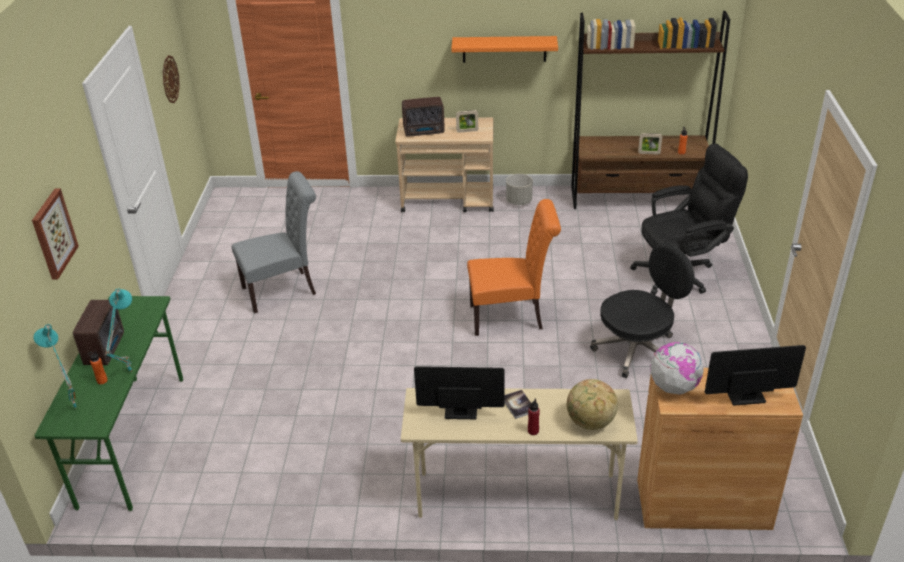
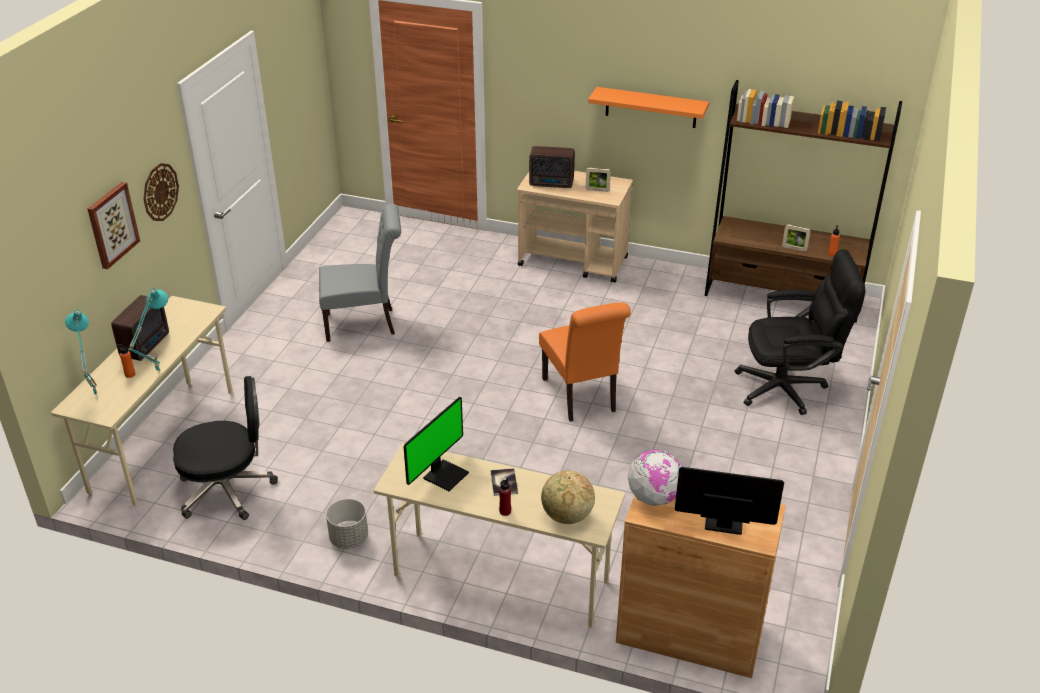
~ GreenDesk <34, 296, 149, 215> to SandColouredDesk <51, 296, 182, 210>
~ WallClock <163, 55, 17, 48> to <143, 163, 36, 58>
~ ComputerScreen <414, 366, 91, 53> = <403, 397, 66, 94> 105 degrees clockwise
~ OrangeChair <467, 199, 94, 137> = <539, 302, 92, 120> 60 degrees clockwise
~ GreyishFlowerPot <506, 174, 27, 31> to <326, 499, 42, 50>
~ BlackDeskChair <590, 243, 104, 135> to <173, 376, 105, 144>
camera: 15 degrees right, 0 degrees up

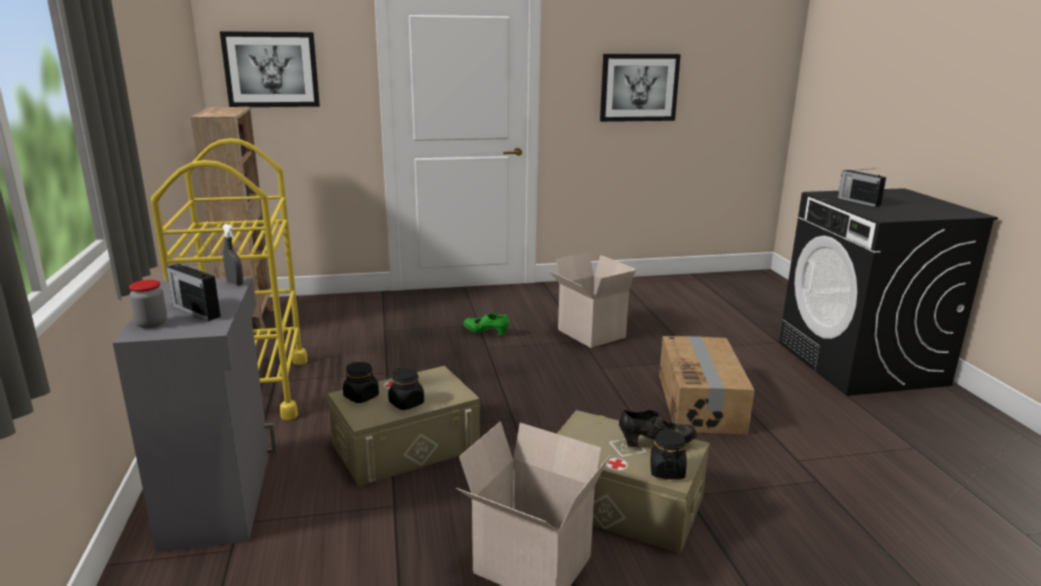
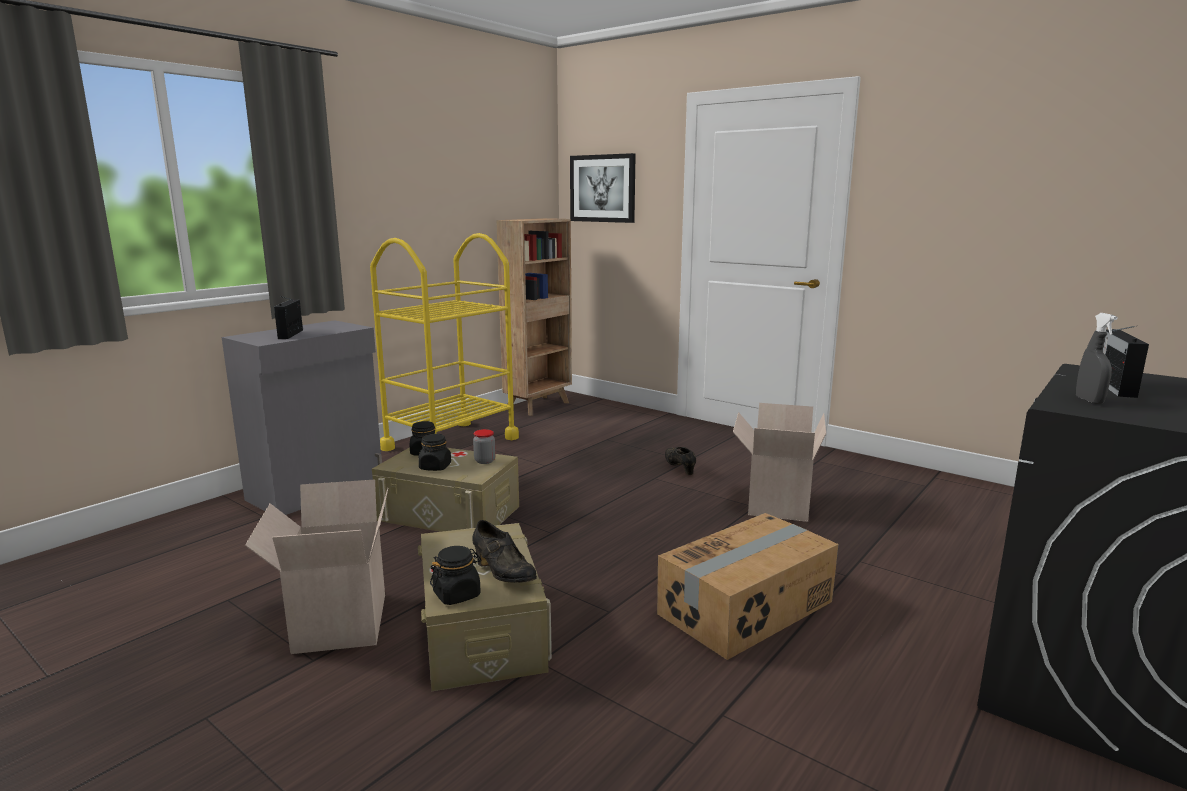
~ Jar <129, 280, 38, 48> to <473, 429, 22, 35>
~ GreyishSprayBottle <222, 224, 21, 62> to <1076, 313, 42, 91>
~ GreenItemOfFootwear <463, 313, 47, 23> to BlackItemOfFootwear <665, 447, 31, 28>
- WallArt <600, 54, 81, 68>
camera: 50 degrees right, 5 degrees down

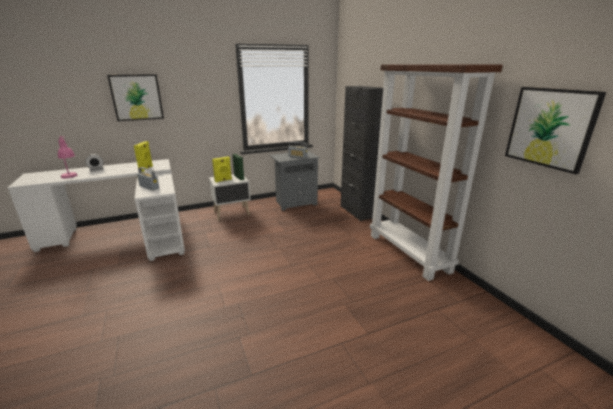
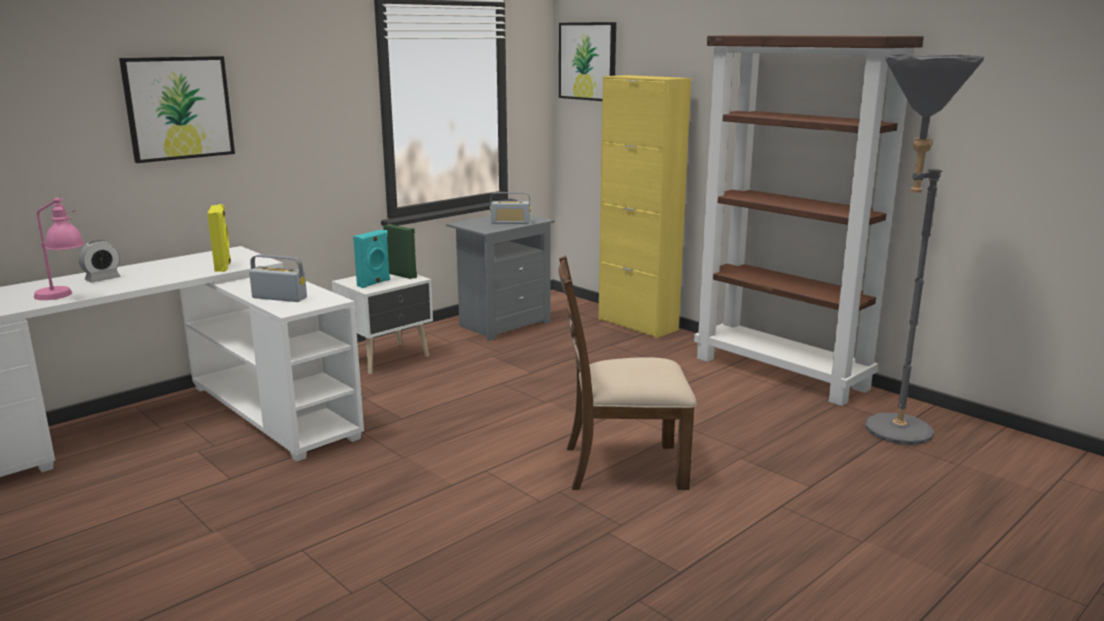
~ YellowishSpeaker <212, 157, 20, 26> to BlueGreenSpeaker <353, 230, 37, 58>
~ BlackStorageCabinet <341, 86, 42, 135> to YellowishStorageCabinet <598, 75, 93, 263>
~ WallArt <505, 87, 101, 87> to <559, 22, 57, 79>
+ BrownishChair <558, 256, 139, 234>
+ GreyishStandingLamp <865, 55, 119, 390>
camera: 20 degrees left, 5 degrees down

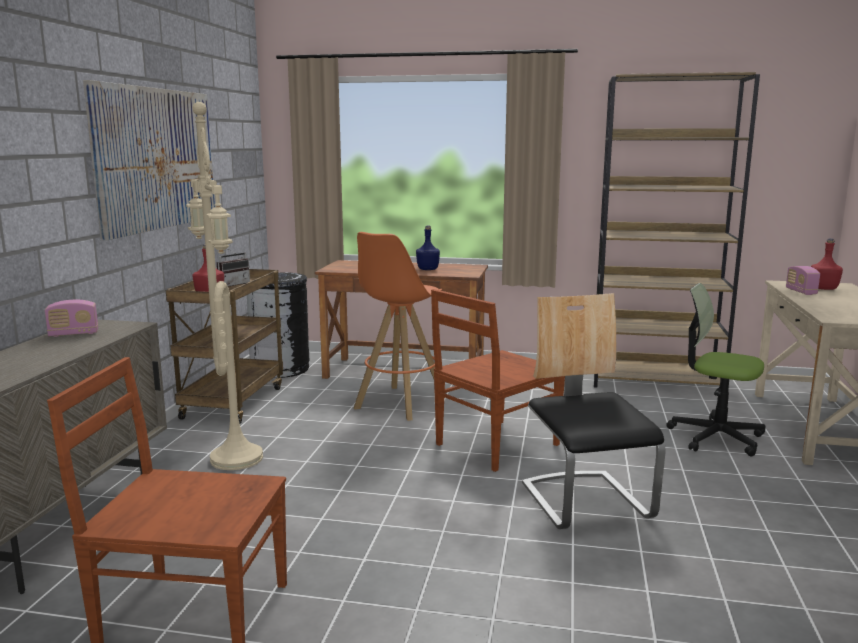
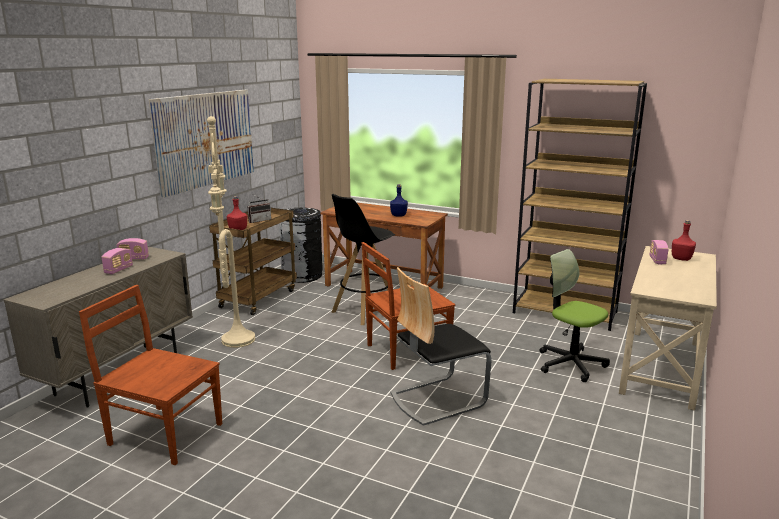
~ OrangeSittingStool <354, 232, 92, 189> to BlackSittingStool <331, 194, 64, 131>
~ Chair <522, 293, 143, 236> = <390, 267, 102, 159> 120 degrees counterclockwise
+ RadioReceiver <102, 248, 31, 26>
camera: 15 degrees right, 5 degrees up

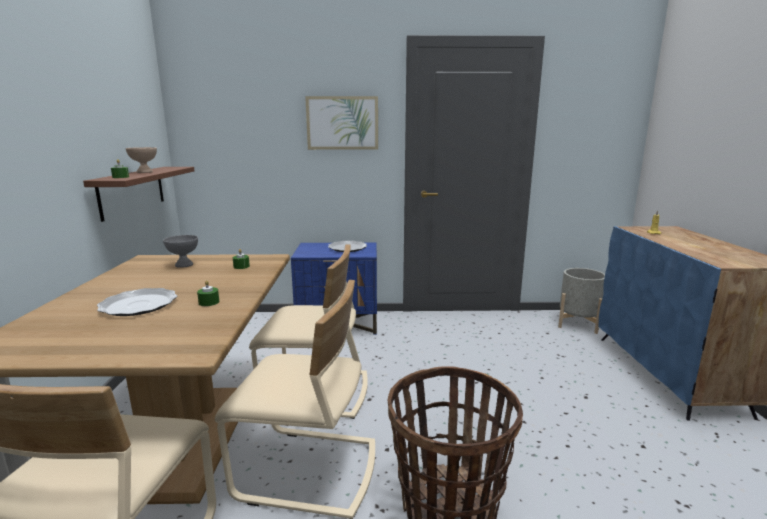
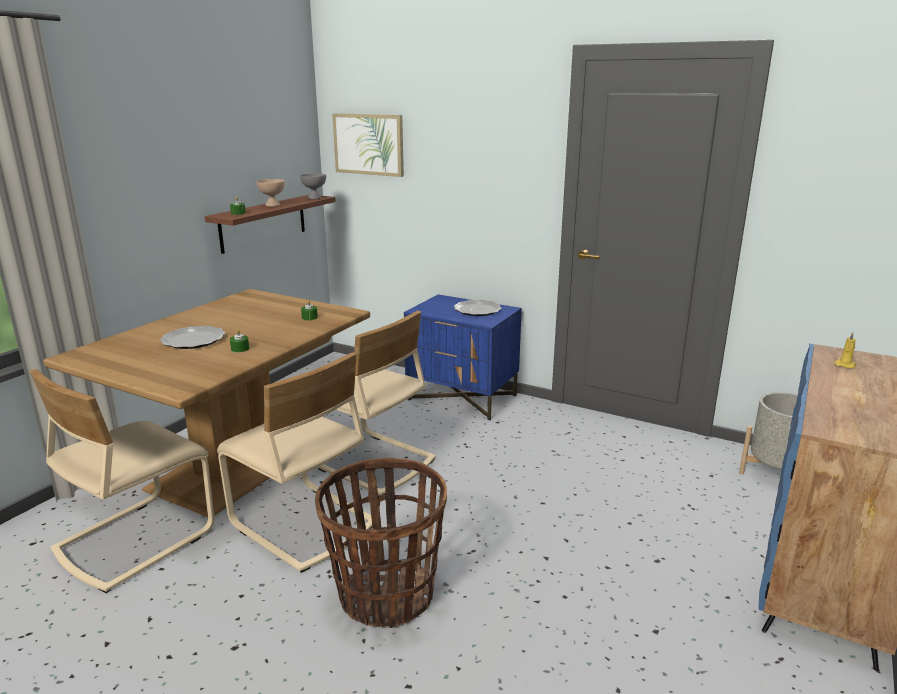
~ GreyishServingBowl <163, 235, 35, 33> to <300, 174, 26, 25>
~ WallArt <305, 96, 73, 54> to <332, 113, 72, 64>
camera: 30 degrees right, 5 degrees up

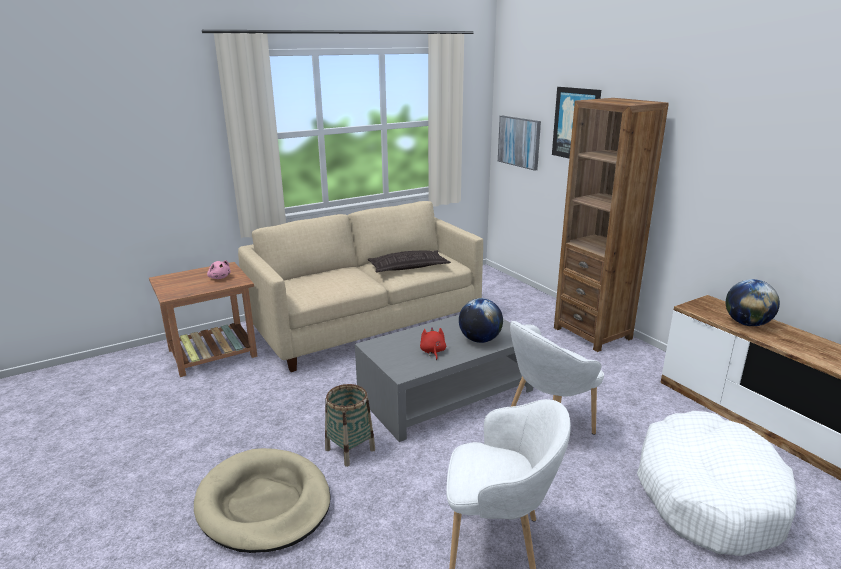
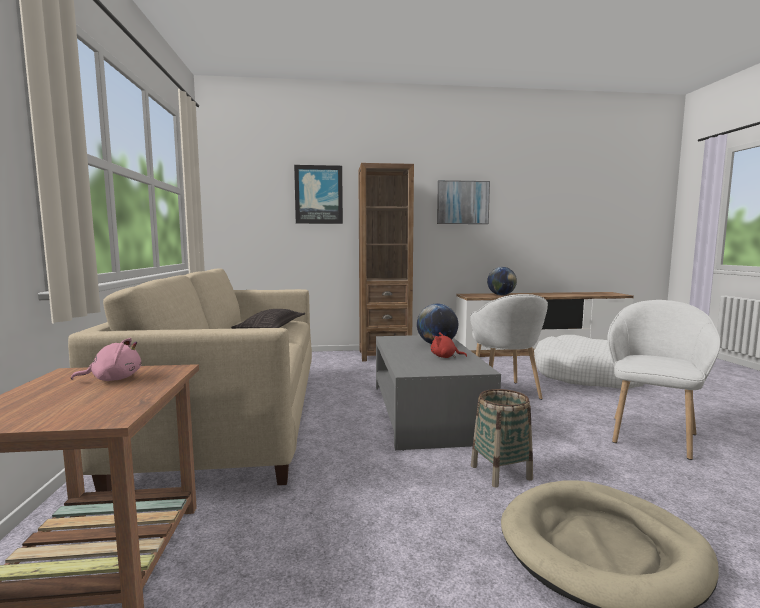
~ WallArt <498, 116, 43, 55> to <437, 180, 53, 44>
camera: 65 degrees left, 15 degrees down

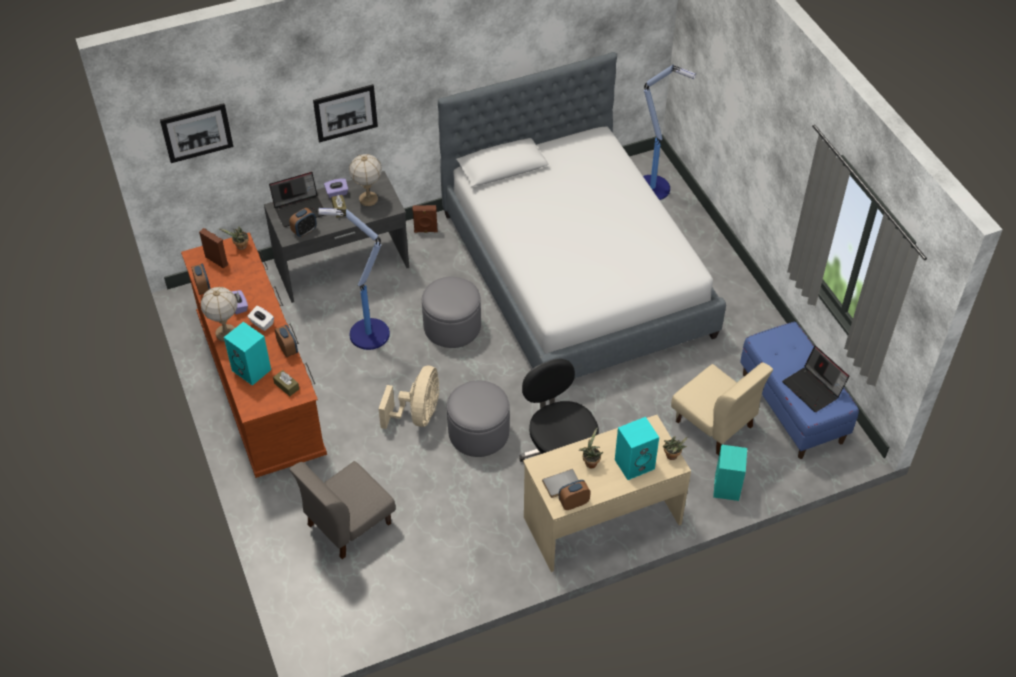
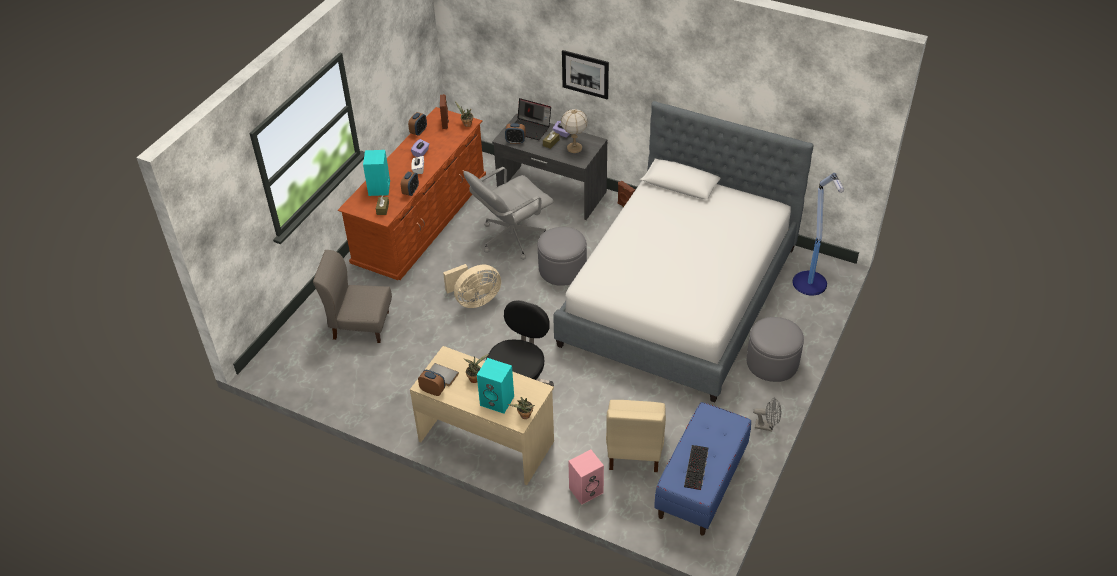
- WallArt <160, 103, 73, 60>
- TableLamp <201, 287, 37, 55>
~ StandingLamp <318, 208, 72, 142> to GreyishDeskChair <463, 167, 91, 93>
~ GreyishOttoman <447, 380, 63, 77> to <747, 317, 57, 65>
~ BlueGreenSpeaker <713, 445, 34, 56> to PinkColouredSpeaker <569, 449, 35, 56>
~ PortableComputer <782, 346, 67, 66> to Keyboard <684, 445, 24, 45>
+ GreyishElectricFan <753, 397, 28, 34>
camera: 50 degrees right, 5 degrees down

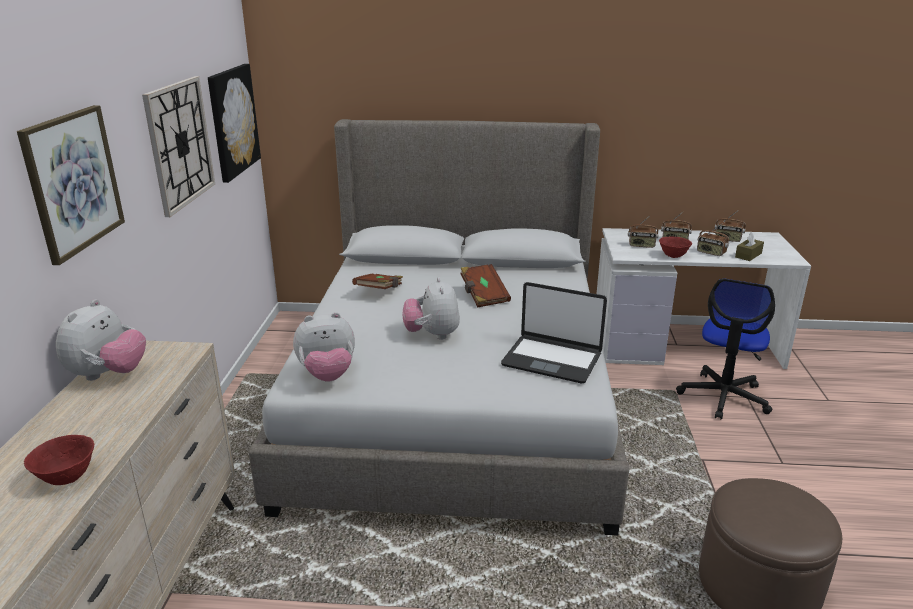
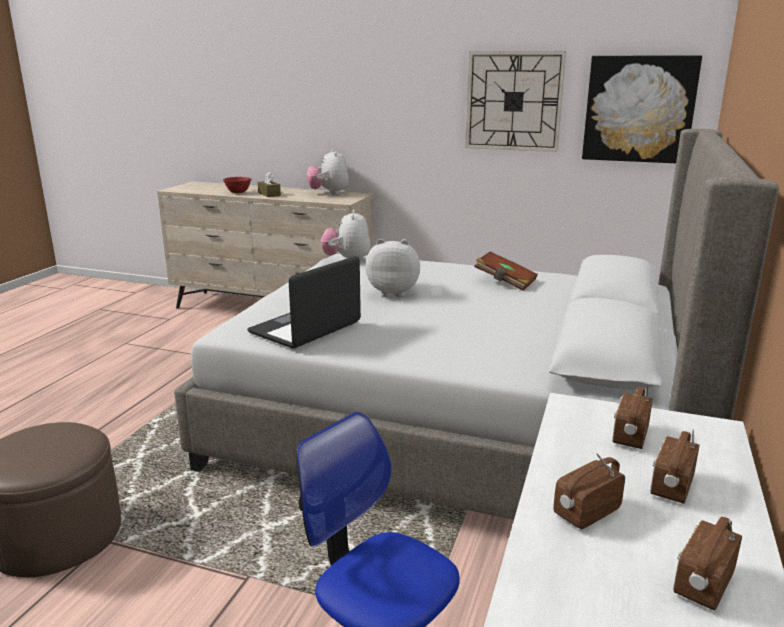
- WallArt <17, 105, 108, 160>
~ SoftToy <56, 300, 90, 81> = <307, 149, 42, 46> 45 degrees clockwise
- BrownishVolume <460, 264, 51, 43>
- ReddishServingBowl <659, 237, 33, 21>
~ BrownishBoxOfTissues <735, 232, 29, 29> to <258, 172, 23, 25>
camera: 105 degrees right, 5 degrees down

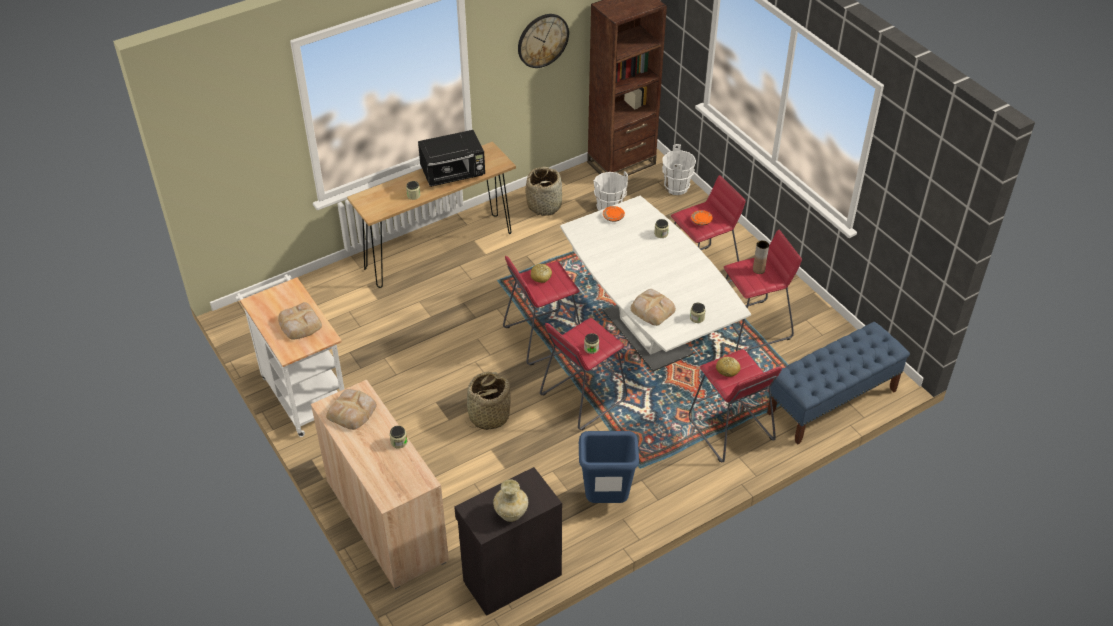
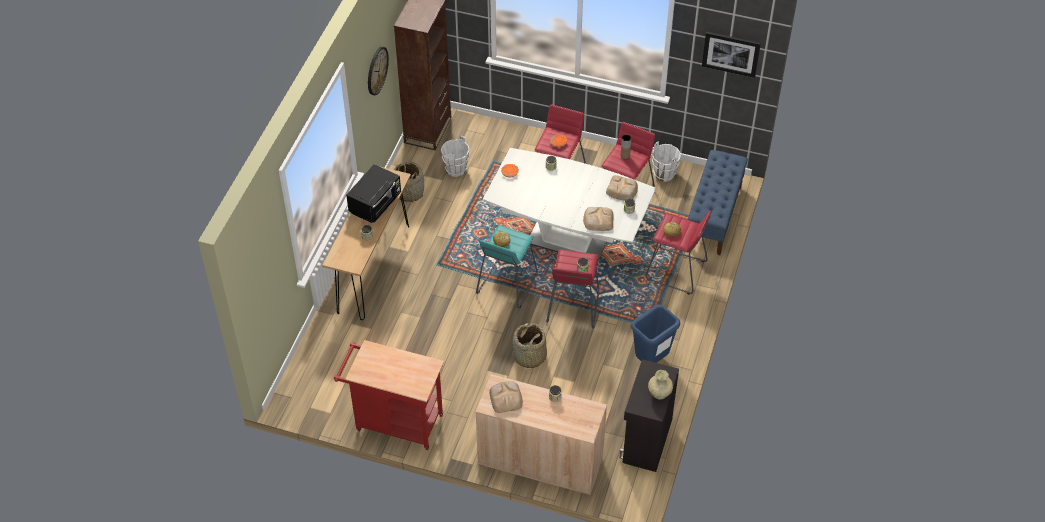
~ WhitishWheeledCart <236, 274, 108, 163> to ReddishWheeledCart <334, 340, 110, 110>
~ Bread <278, 302, 44, 37> to <606, 175, 32, 26>
~ ReddishSittingStool <503, 256, 77, 109> to BlueGreenSittingStool <476, 225, 62, 83>
~ WhitishPail <662, 144, 34, 51> to <652, 142, 29, 40>
+ WallArt <702, 31, 59, 47>
camera: 40 degrees left, 5 degrees up

